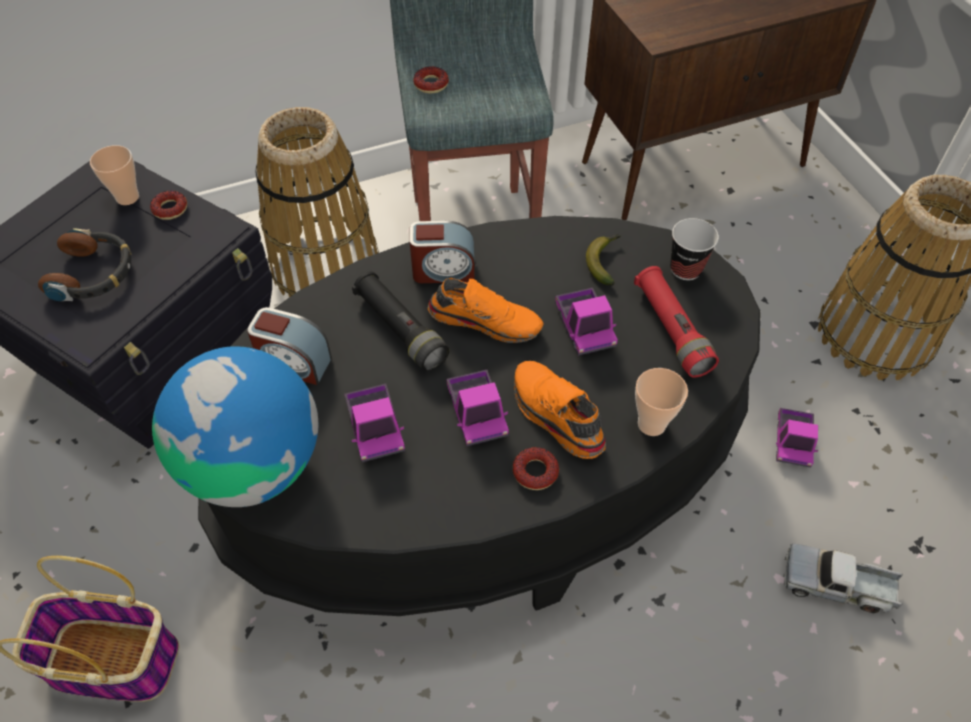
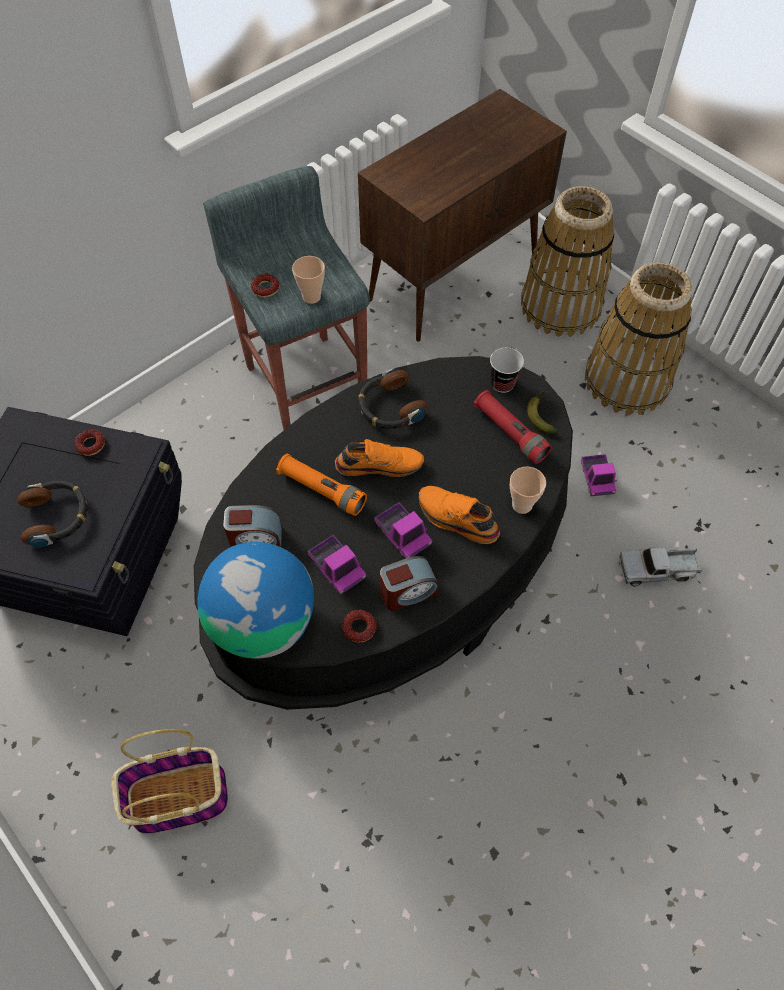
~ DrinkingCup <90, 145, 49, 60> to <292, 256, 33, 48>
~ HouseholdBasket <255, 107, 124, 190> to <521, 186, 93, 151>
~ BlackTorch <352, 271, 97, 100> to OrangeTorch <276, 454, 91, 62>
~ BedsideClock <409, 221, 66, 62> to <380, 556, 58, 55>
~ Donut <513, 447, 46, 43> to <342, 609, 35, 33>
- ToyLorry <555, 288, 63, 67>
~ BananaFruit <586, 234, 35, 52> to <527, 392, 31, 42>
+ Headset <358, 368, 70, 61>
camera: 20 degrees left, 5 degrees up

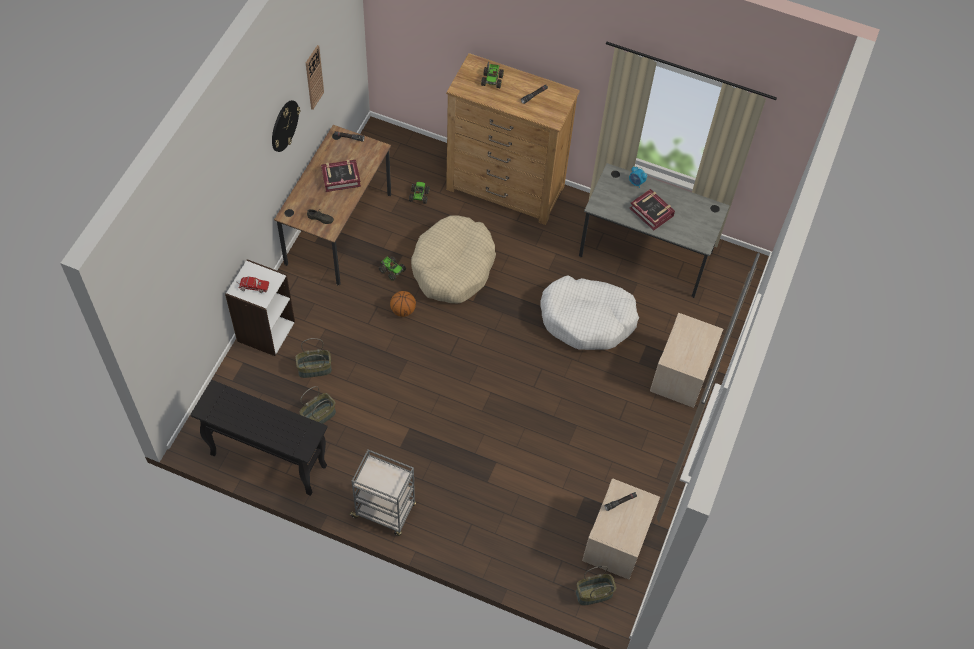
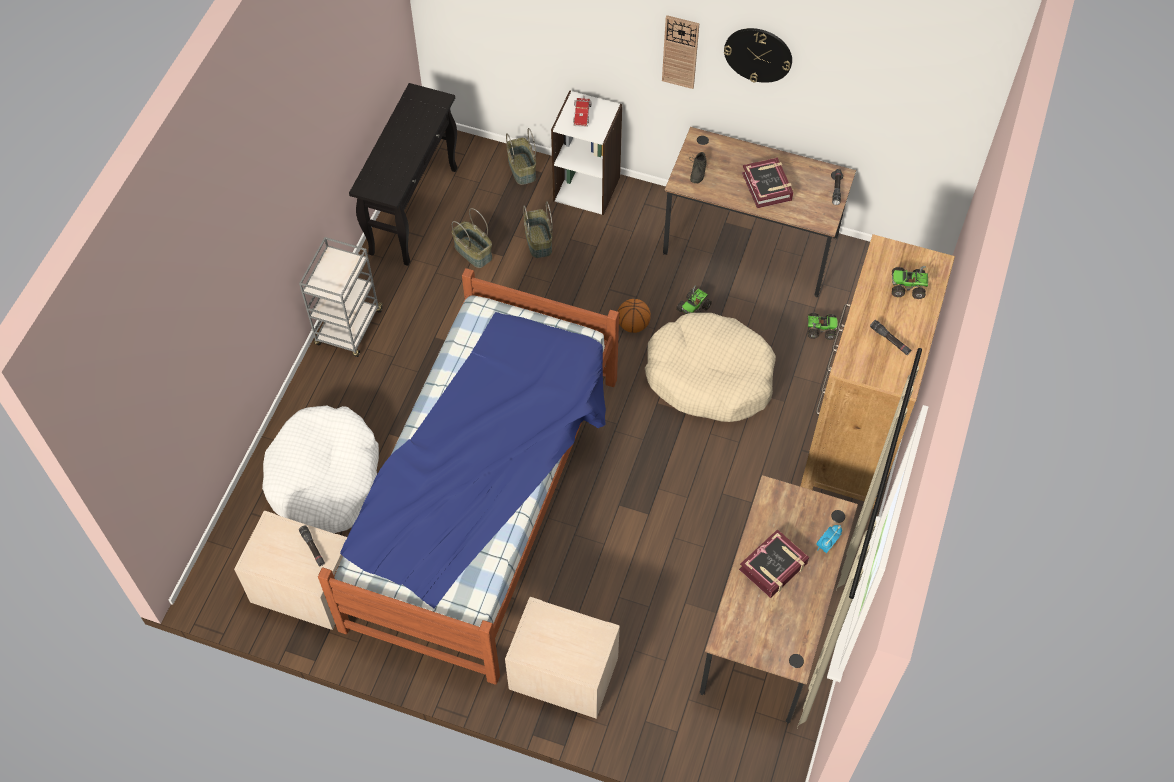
~ WallClock <306, 45, 18, 65> to <662, 15, 38, 74>
~ WhitishDogBed <540, 276, 99, 74> to <262, 406, 117, 127>
~ HouseholdBasket <576, 566, 40, 40> to <506, 128, 30, 57>
~ GreyishDesk <579, 163, 151, 135> to BrownishDesk <700, 475, 158, 249>
+ Bed <318, 268, 301, 417>
camera: 90 degrees right, 0 degrees up

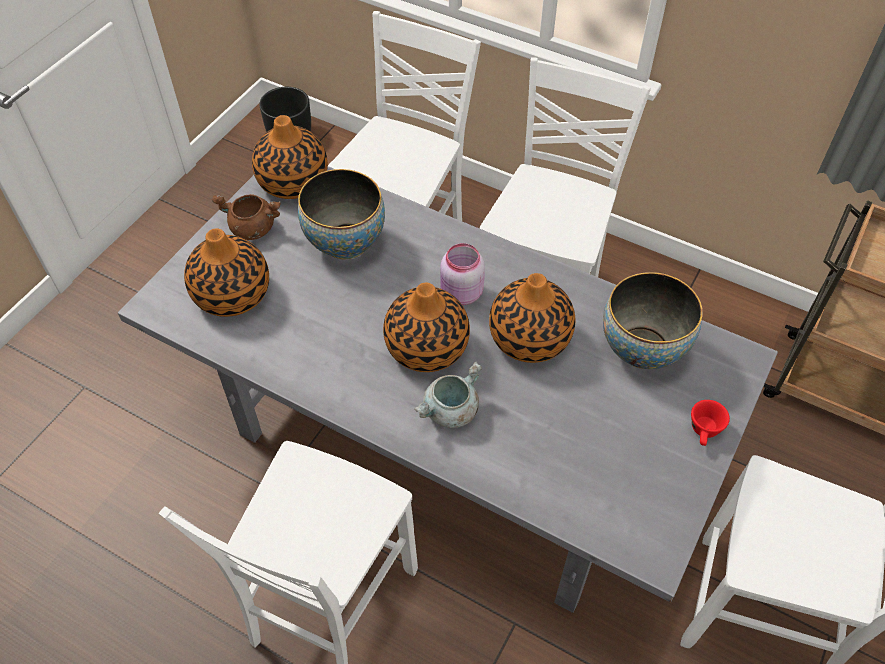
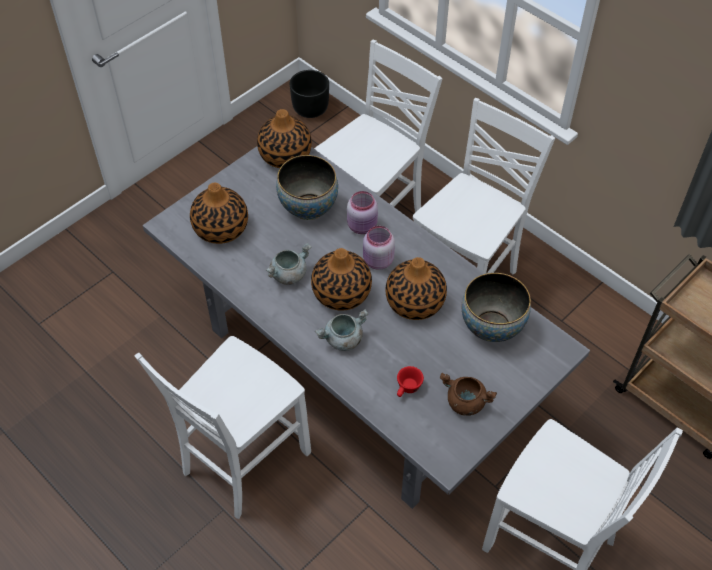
~ BrownishCookingPot <212, 194, 69, 46> to <440, 373, 57, 43>
~ ReddishDrinkingCup <691, 400, 39, 46> to <397, 366, 27, 31>
+ GreyishCookingPot <266, 243, 45, 42>
+ PinkColouredJar <347, 191, 31, 43>
camera: 15 degrees right, 0 degrees up

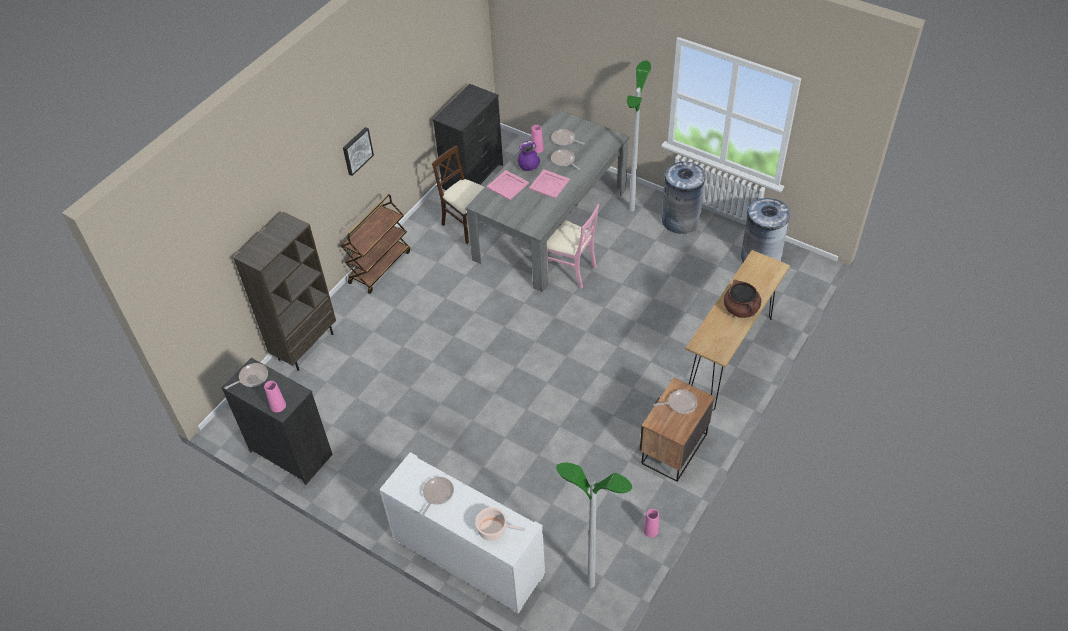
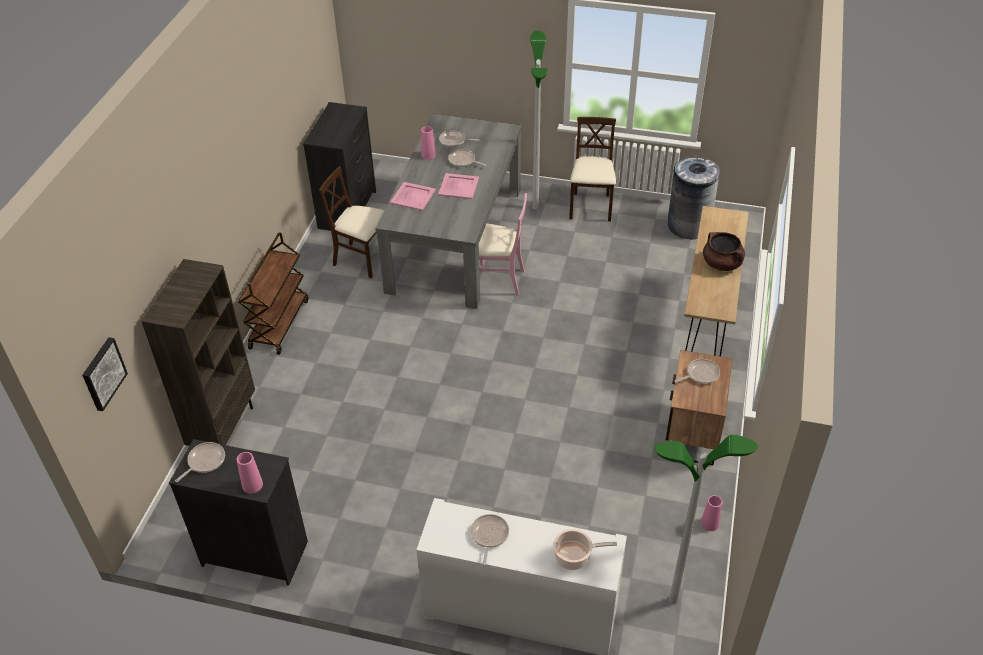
~ WallArt <343, 127, 31, 49> to <82, 337, 46, 74>
- PurpleDecorativeVase <518, 141, 22, 30>
~ GreyishTrashCan <661, 161, 44, 73> to SandColouredChair <569, 117, 47, 105>
camera: 20 degrees left, 5 degrees down

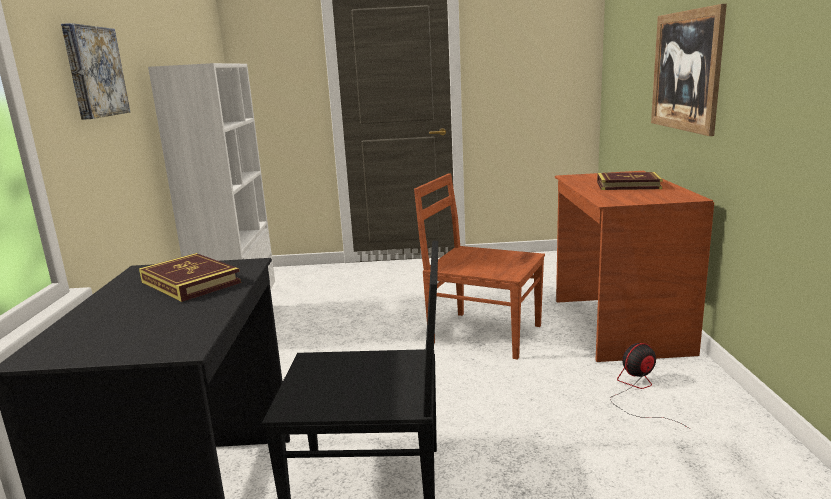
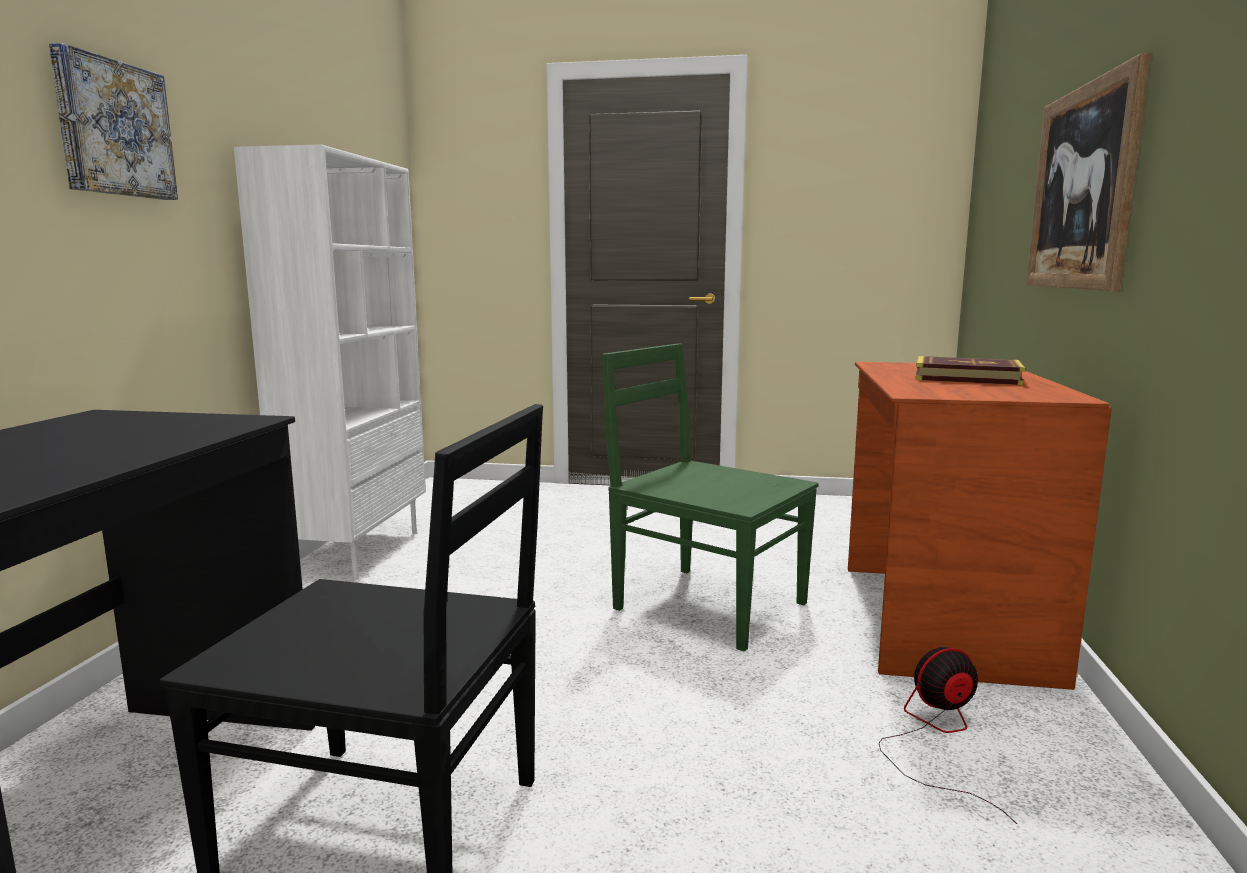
- Volume <139, 253, 102, 49>
~ BrownishChair <414, 173, 131, 187> to GreenChair <603, 343, 216, 308>
camera: 10 degrees right, 5 degrees down

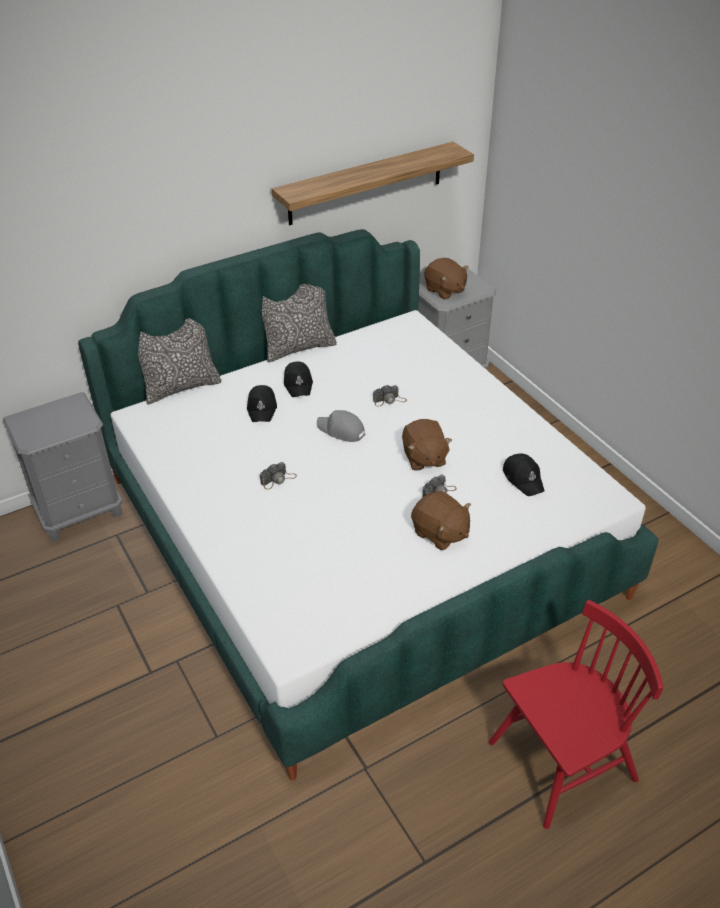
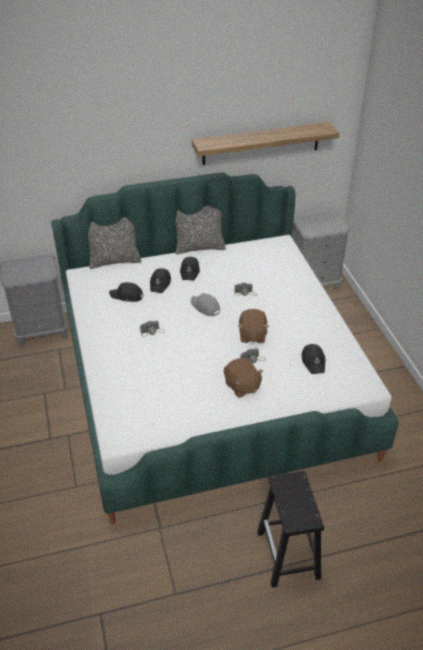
- BrownishSoftToy <424, 258, 44, 42>
~ ReddishChair <489, 600, 174, 229> to BlackSittingStool <257, 471, 67, 117>
+ BlackBaseballCap <109, 282, 35, 20>
camera: 15 degrees right, 0 degrees up

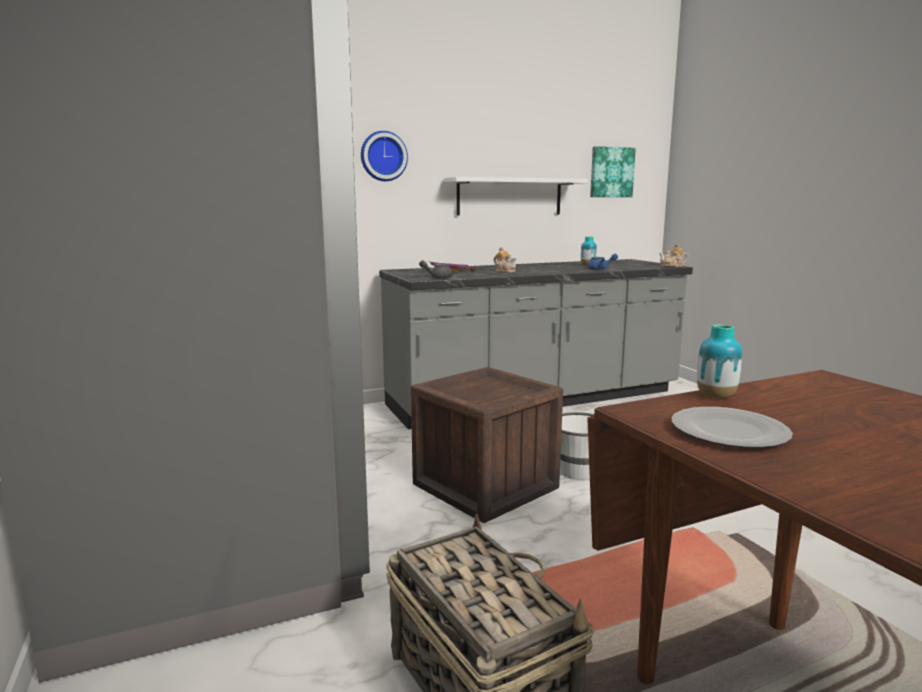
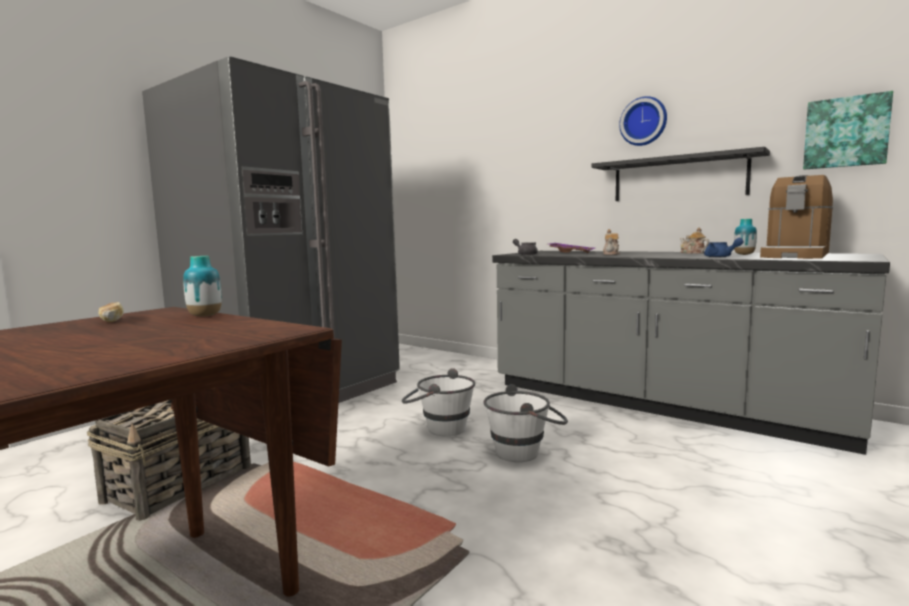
~ WallClock <361, 131, 47, 50> to <619, 96, 48, 50>
~ PackingCrate <411, 367, 152, 156> to WhitishPail <402, 368, 73, 68>
~ WhitishBracketShelf <444, 177, 144, 38> to BlackBracketShelf <591, 147, 179, 54>
~ Teapot <659, 244, 29, 23> to <680, 227, 29, 27>
~ Plate <671, 407, 122, 41> to Bread <99, 302, 25, 20>
+ CoffeeBrewer <760, 175, 73, 84>
camera: 60 degrees right, 5 degrees down

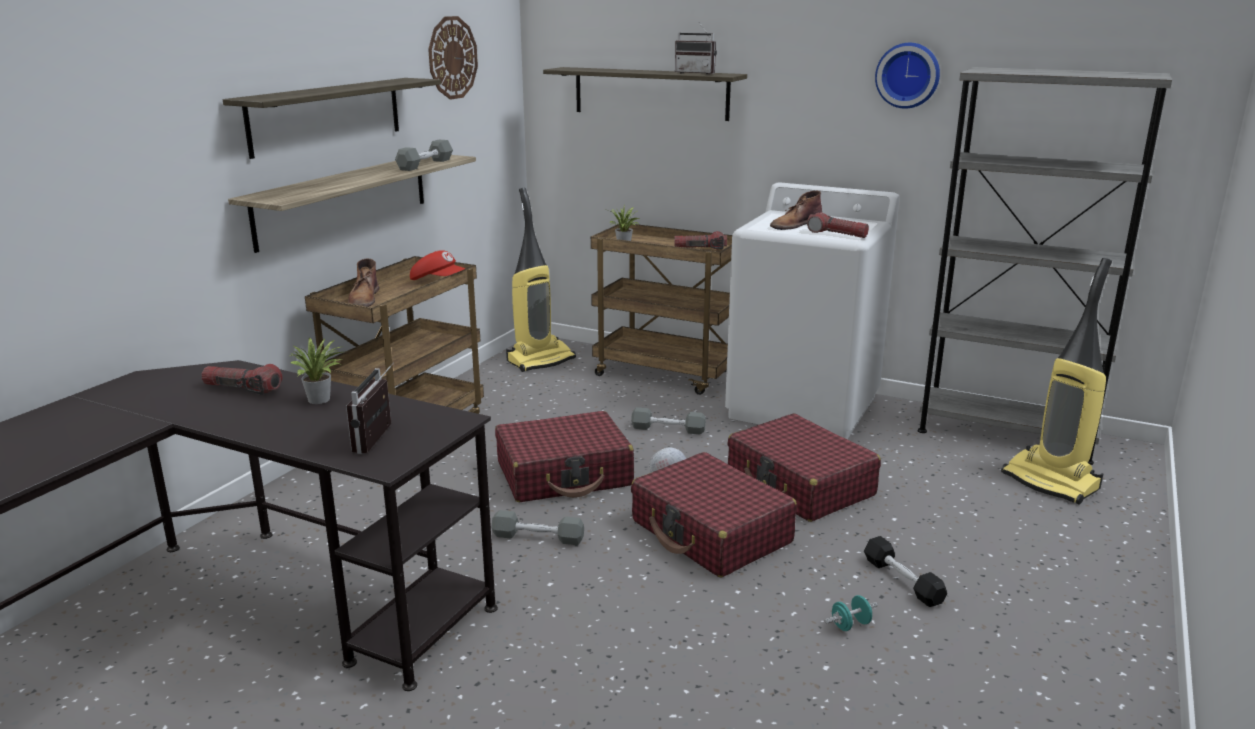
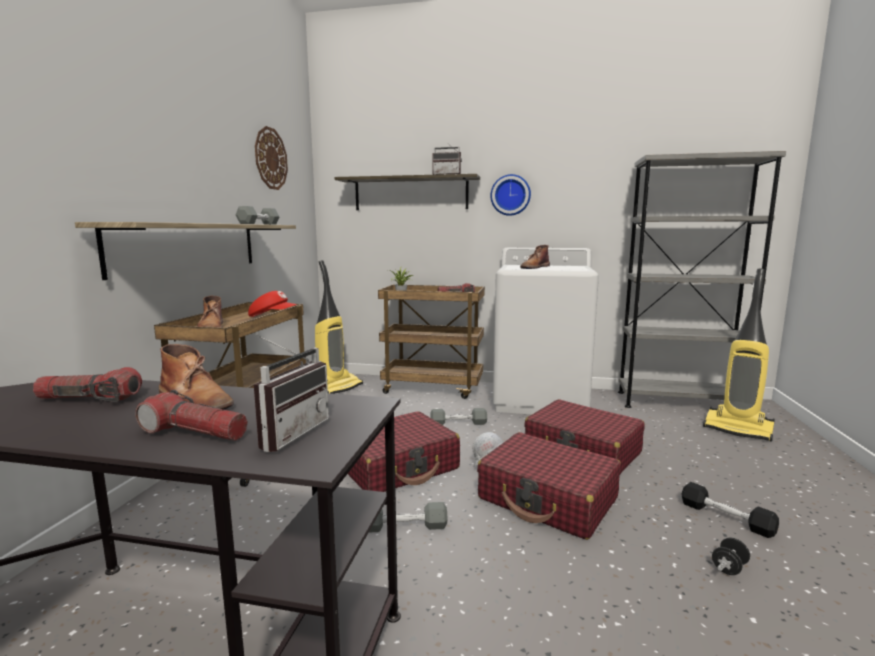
- BracketShelf <223, 78, 218, 81>
~ PottedPlant <290, 338, 56, 66> to BrownishHighTopBoot <159, 344, 75, 66>
~ RadioReceiver <346, 362, 48, 92> = <254, 334, 75, 118> 150 degrees counterclockwise
~ Torch <807, 212, 62, 26> to <135, 390, 113, 51>
~ BlueGreenHandWeight <825, 595, 53, 36> to BlackHandWeight <712, 538, 38, 37>
~ WallClock <875, 43, 65, 66> to <491, 174, 40, 42>
camera: 15 degrees left, 10 degrees down

